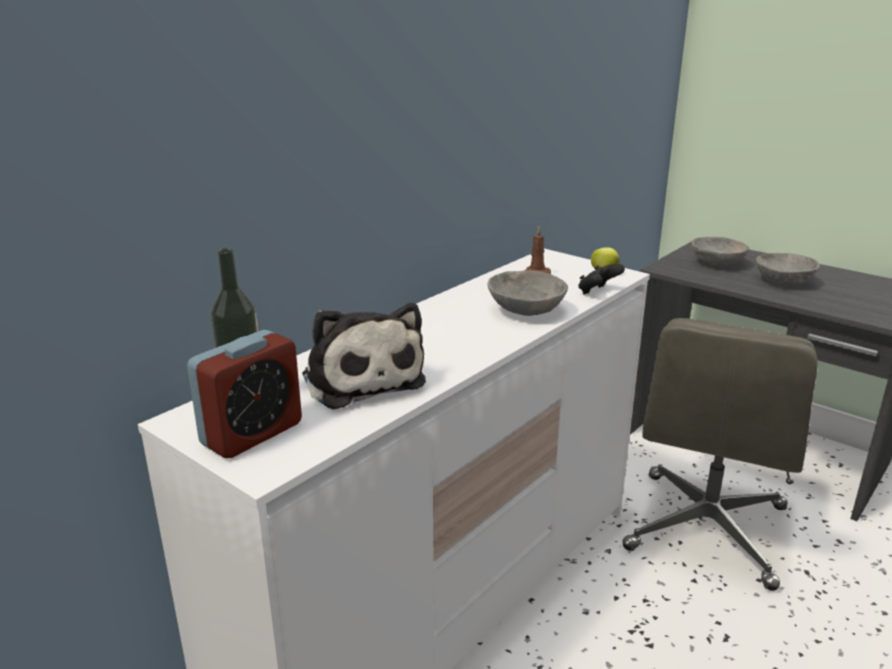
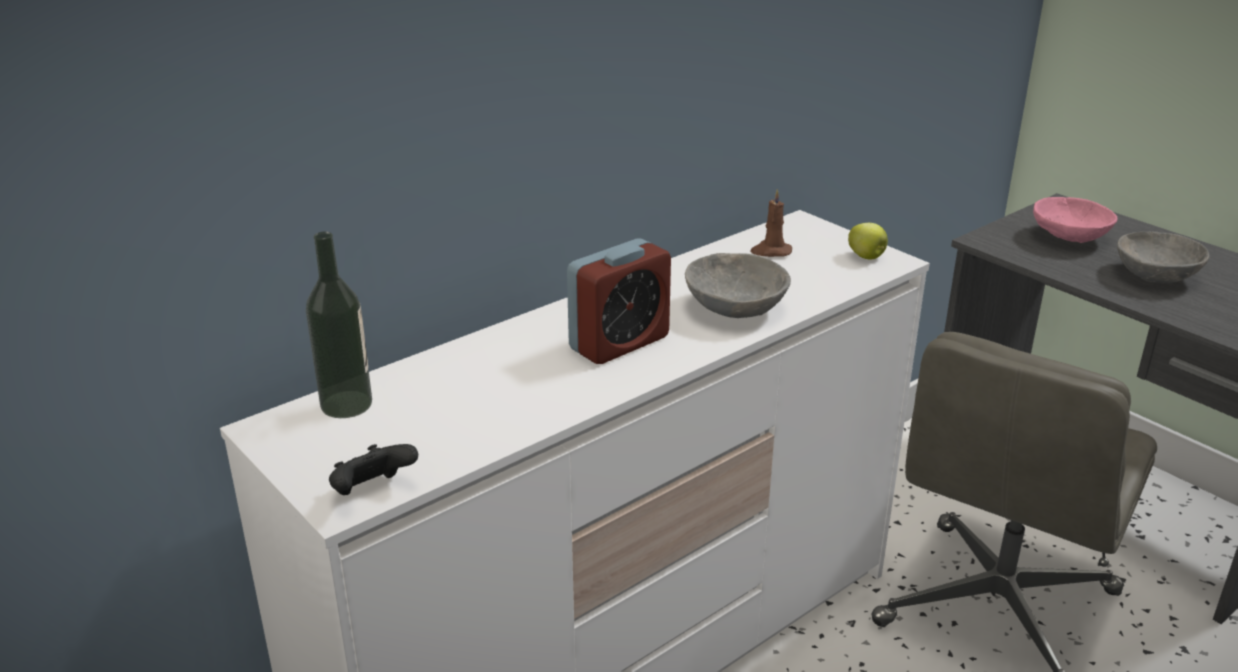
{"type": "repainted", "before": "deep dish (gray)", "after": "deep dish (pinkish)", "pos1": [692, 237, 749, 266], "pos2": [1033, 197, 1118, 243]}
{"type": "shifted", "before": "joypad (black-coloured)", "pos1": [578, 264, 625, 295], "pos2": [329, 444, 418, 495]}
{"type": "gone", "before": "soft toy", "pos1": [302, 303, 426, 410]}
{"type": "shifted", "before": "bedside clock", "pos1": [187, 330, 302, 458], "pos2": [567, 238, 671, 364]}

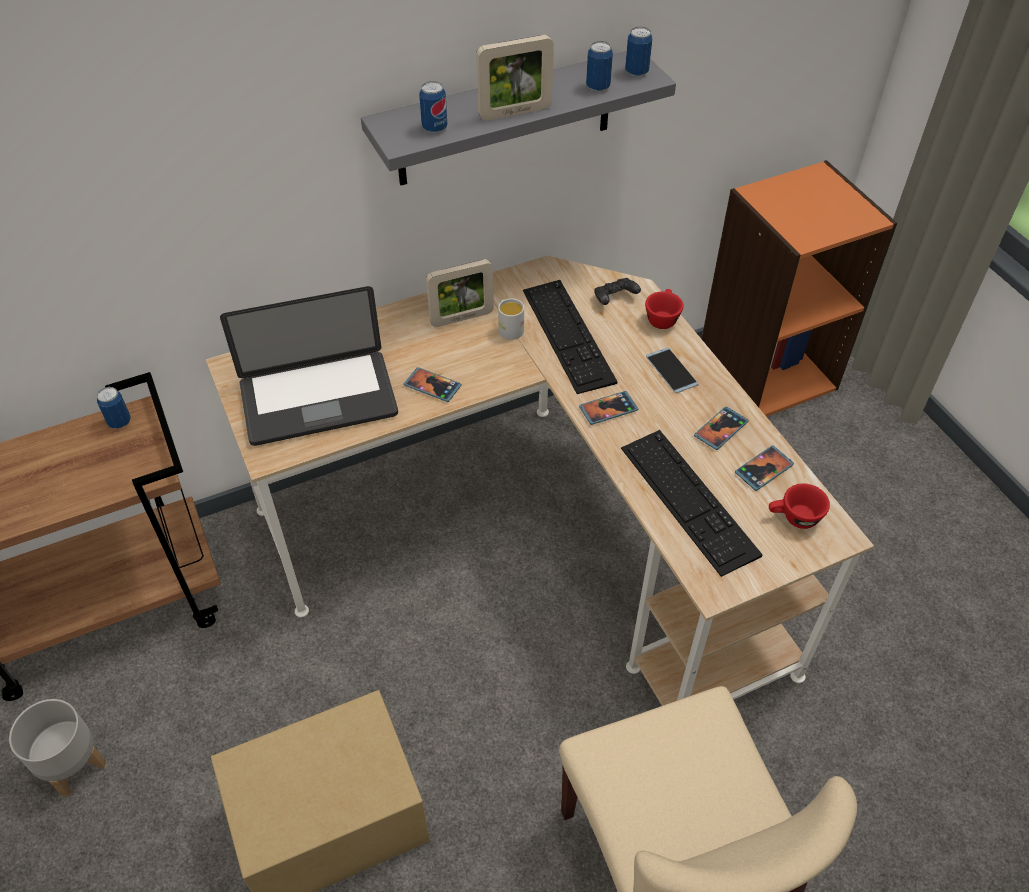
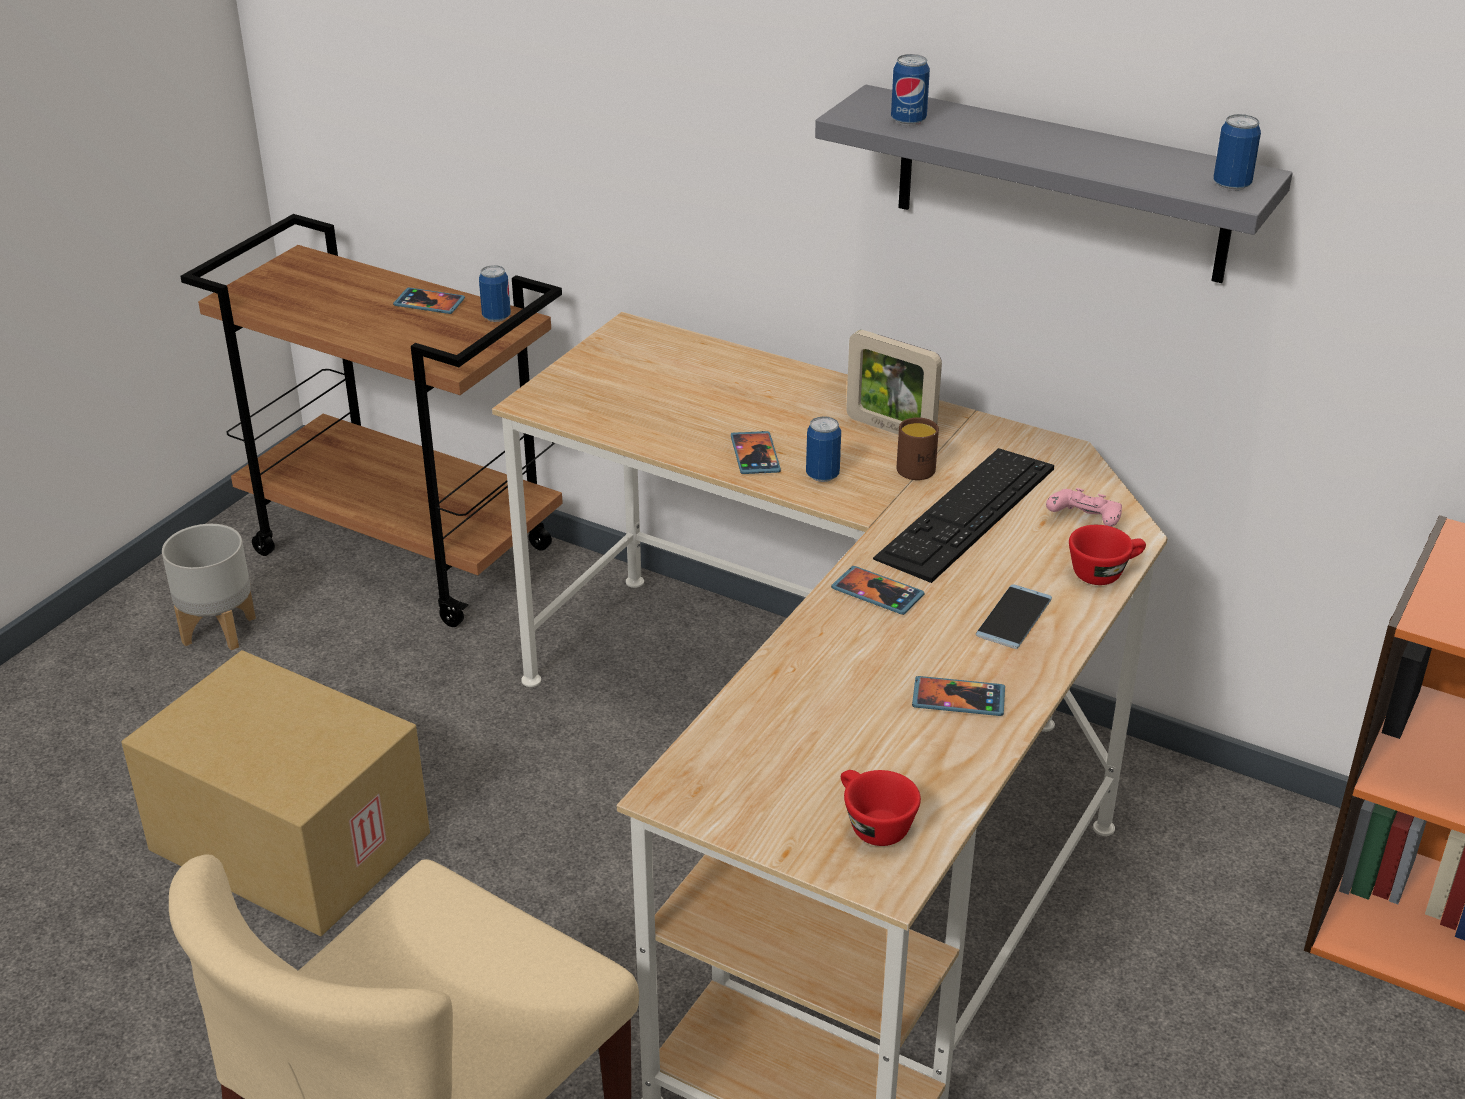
{"type": "gone", "before": "photo frame", "pos1": [476, 35, 554, 121]}
{"type": "shifted", "before": "metal can", "pos1": [586, 41, 613, 92], "pos2": [806, 416, 841, 482]}
{"type": "repainted", "before": "joypad (black-coloured)", "after": "joypad (pinkish)", "pos1": [594, 278, 641, 305], "pos2": [1046, 488, 1122, 527]}
{"type": "gone", "before": "notebook computer", "pos1": [220, 286, 398, 446]}
{"type": "repainted", "before": "coffee mug (whitish)", "after": "coffee mug (brown)", "pos1": [498, 298, 524, 340], "pos2": [897, 417, 939, 480]}
{"type": "gone", "before": "PC keyboard", "pos1": [621, 430, 763, 577]}
{"type": "shifted", "before": "phone", "pos1": [735, 445, 794, 491], "pos2": [393, 288, 465, 314]}

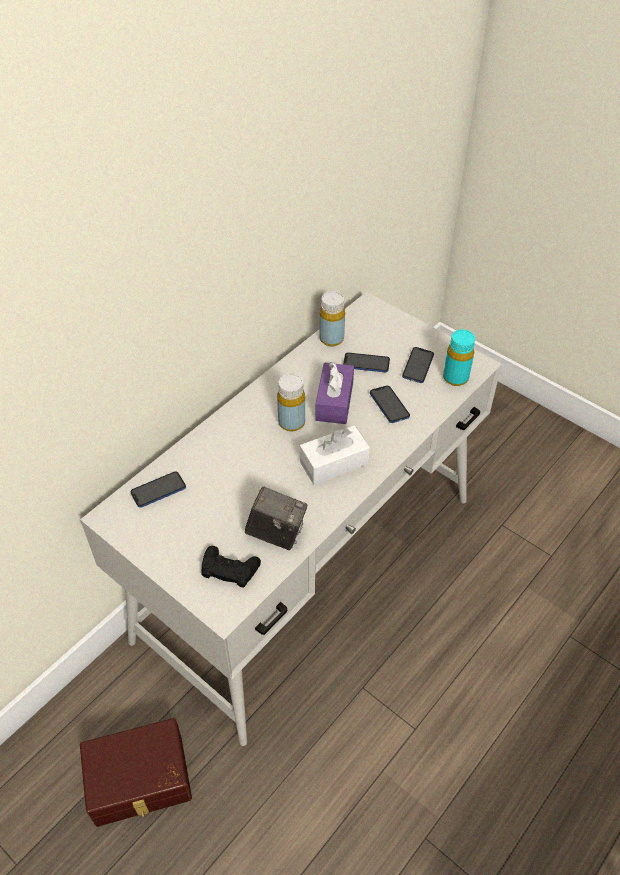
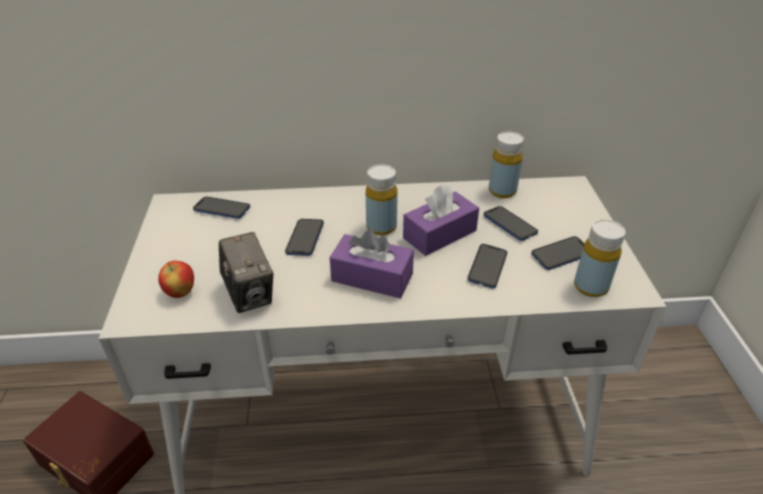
{"type": "repainted", "before": "bottle (turquoise-coloured)", "after": "bottle (yellowish)", "pos1": [443, 329, 475, 386], "pos2": [574, 219, 626, 297]}
{"type": "repainted", "before": "tissue holder (whitish)", "after": "tissue holder (purple-coloured)", "pos1": [300, 425, 370, 485], "pos2": [330, 229, 414, 299]}
{"type": "swapped", "before": "joypad (black-coloured)", "after": "apple", "pos1": [201, 546, 261, 588], "pos2": [158, 261, 194, 298]}
{"type": "new", "after": "phone", "pos2": [285, 219, 324, 256]}

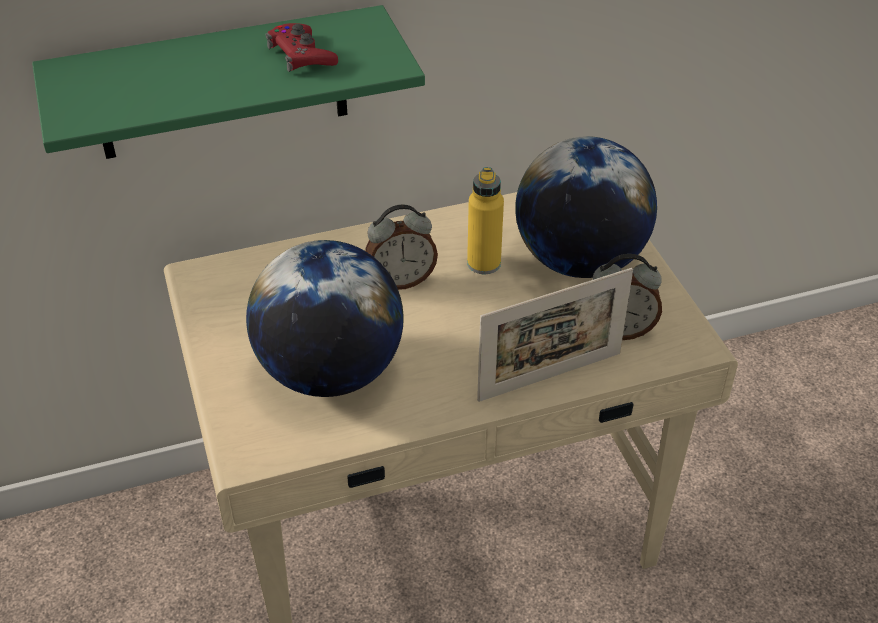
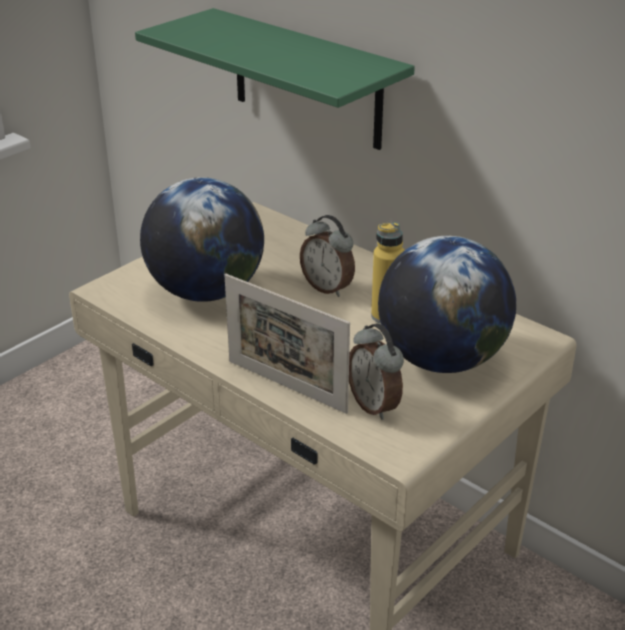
{"type": "gone", "before": "joypad (reddish)", "pos1": [266, 23, 338, 72]}

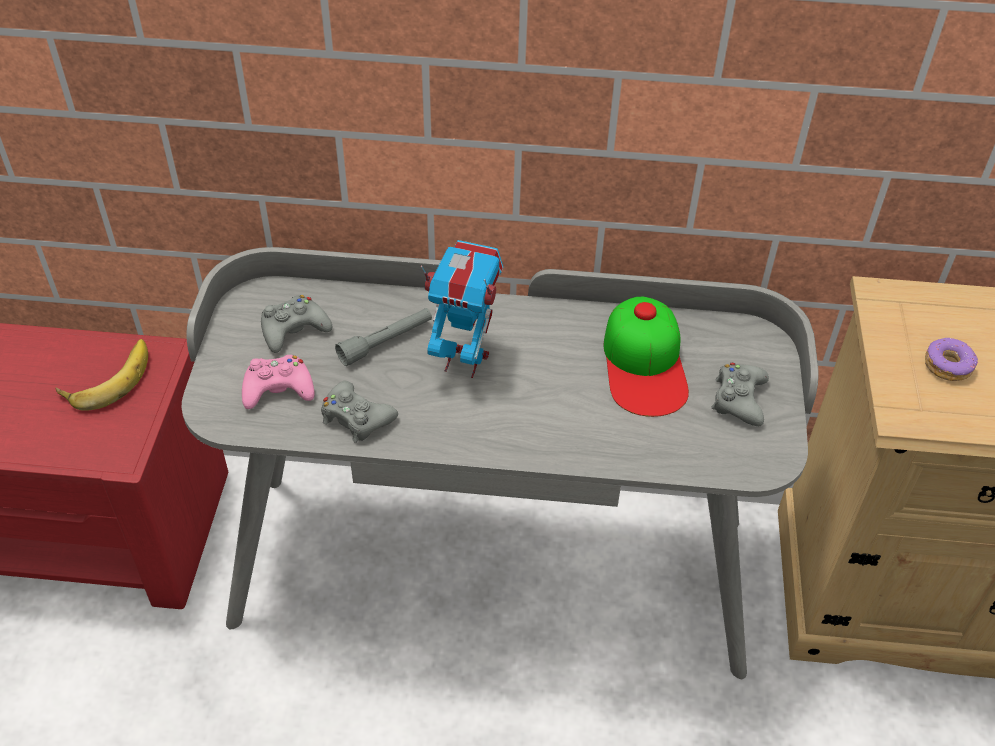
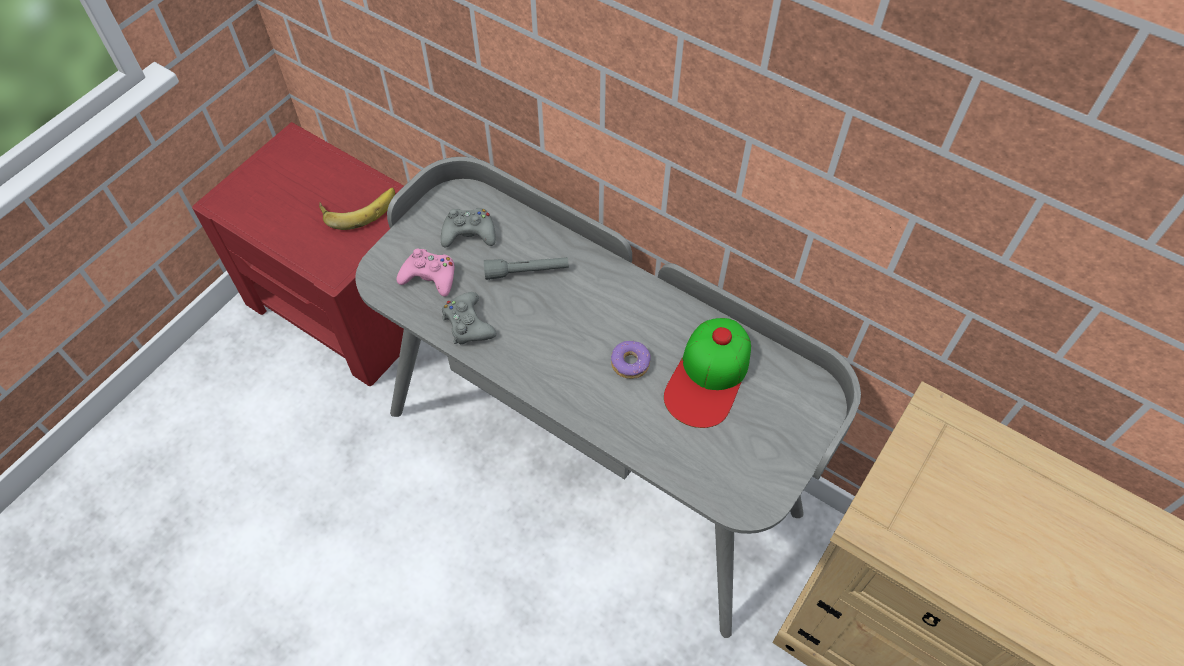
{"type": "gone", "before": "toy robot", "pos1": [421, 240, 503, 378]}
{"type": "shifted", "before": "doughnut", "pos1": [925, 338, 979, 381], "pos2": [611, 341, 651, 379]}
{"type": "gone", "before": "joypad (gray)", "pos1": [712, 363, 769, 426]}

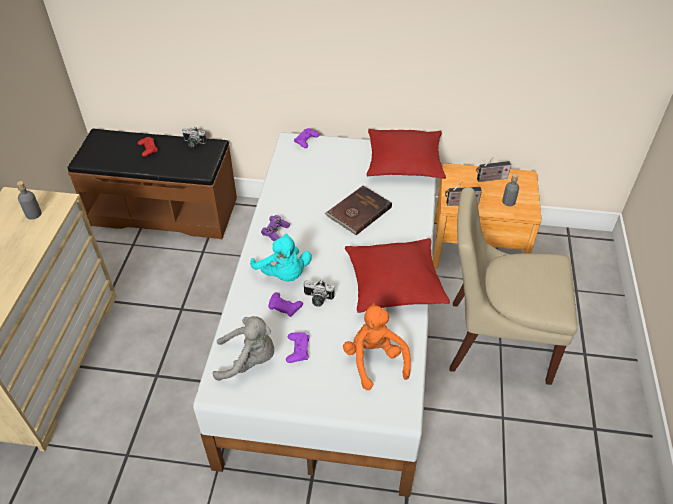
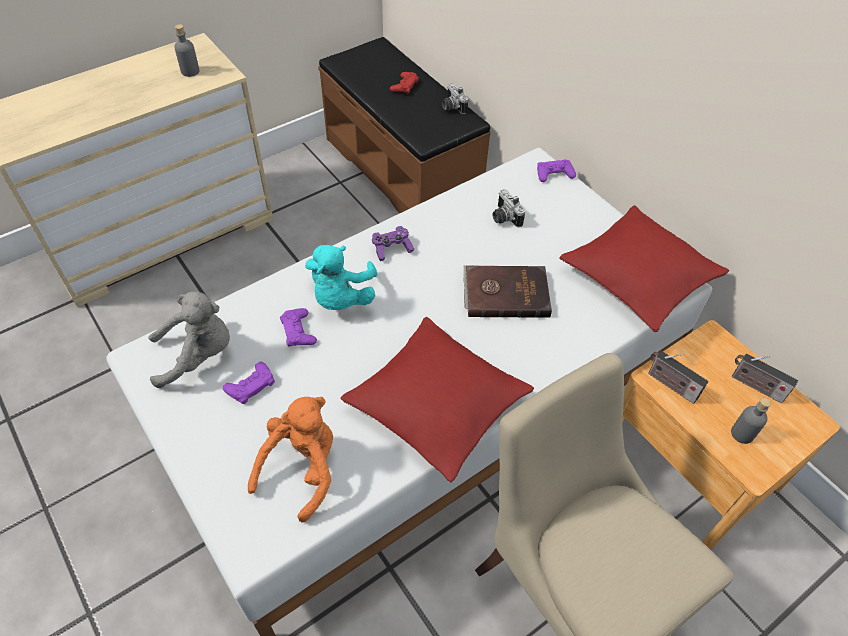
{"type": "shifted", "before": "photo camera", "pos1": [304, 280, 335, 307], "pos2": [492, 189, 526, 227]}
{"type": "rotated", "before": "soft toy (gray)", "pos1": [213, 316, 274, 381], "pos2": [148, 291, 230, 388], "turn": -60}

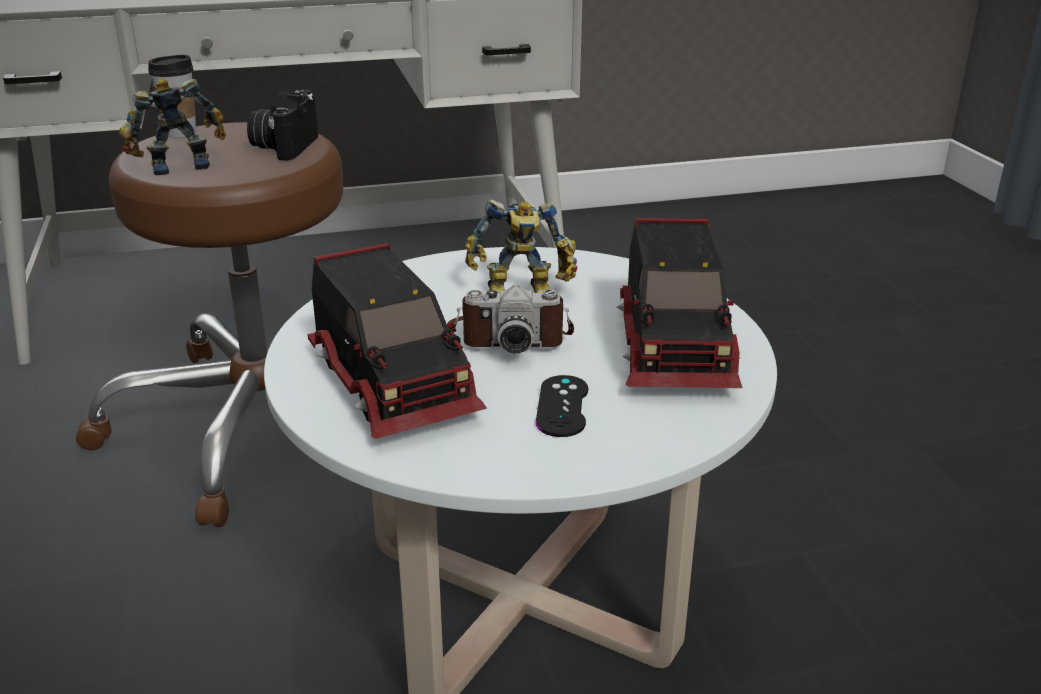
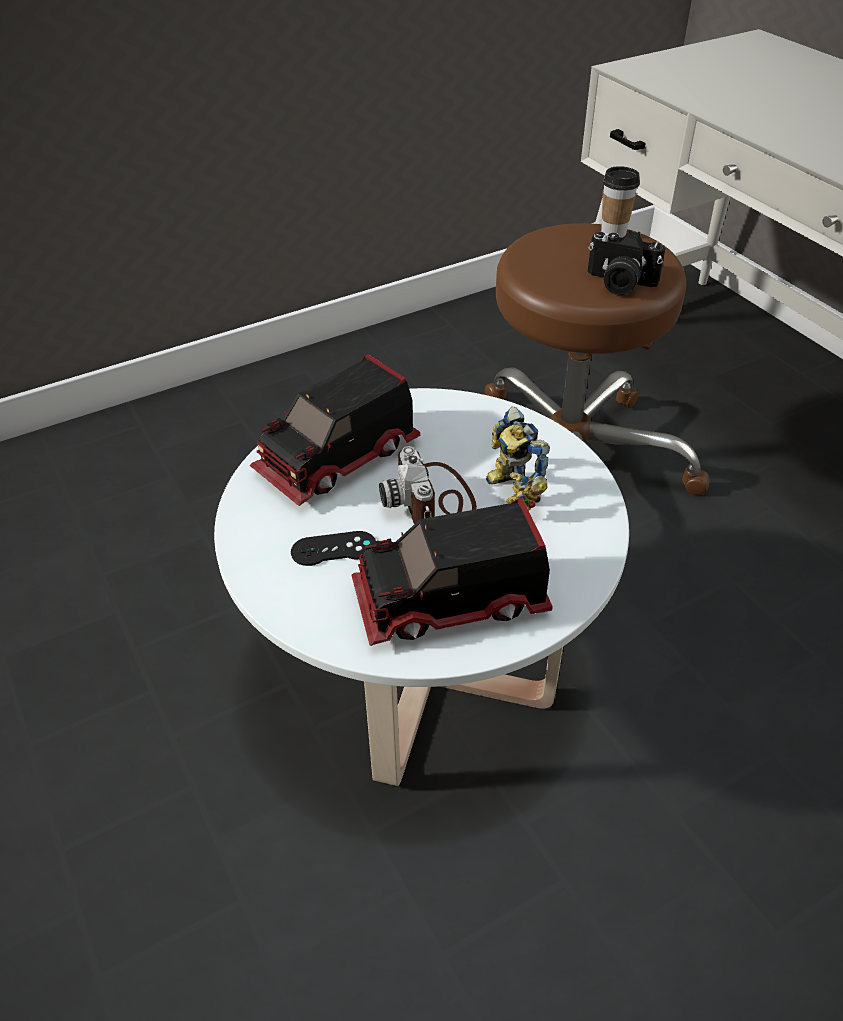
{"type": "gone", "before": "toy robot", "pos1": [119, 79, 226, 175]}
{"type": "rotated", "before": "photo camera", "pos1": [247, 90, 318, 161], "pos2": [587, 230, 666, 295], "turn": -150}

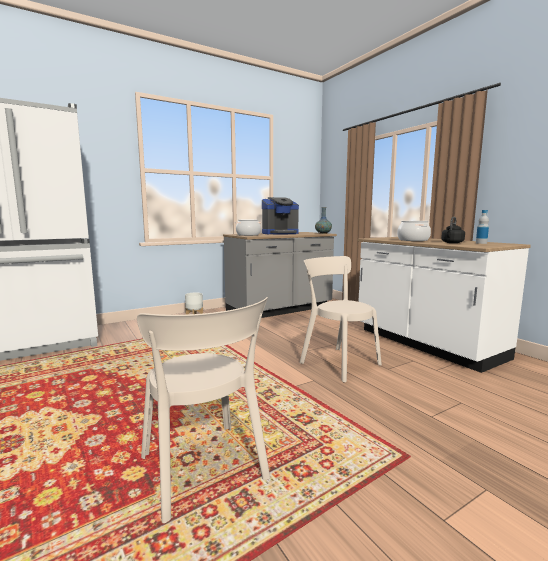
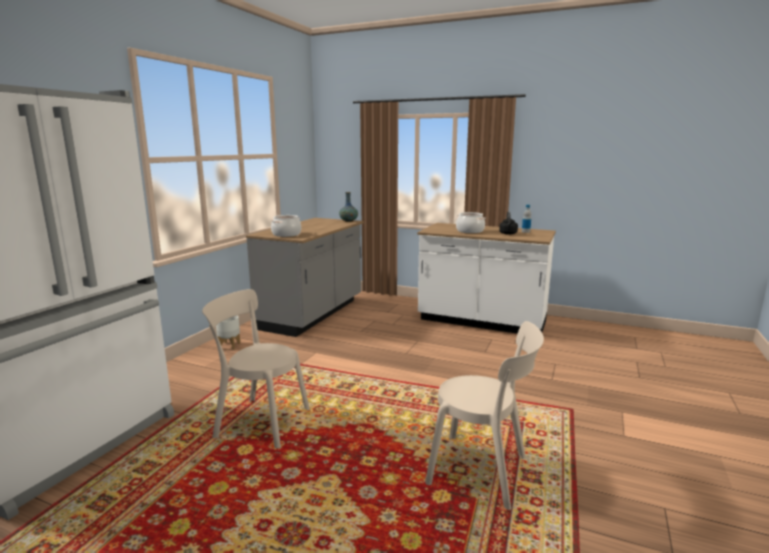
{"type": "gone", "before": "coffee maker", "pos1": [262, 197, 299, 235]}
{"type": "shifted", "before": "upright chair (beige)", "pos1": [300, 256, 382, 383], "pos2": [202, 289, 310, 448]}

